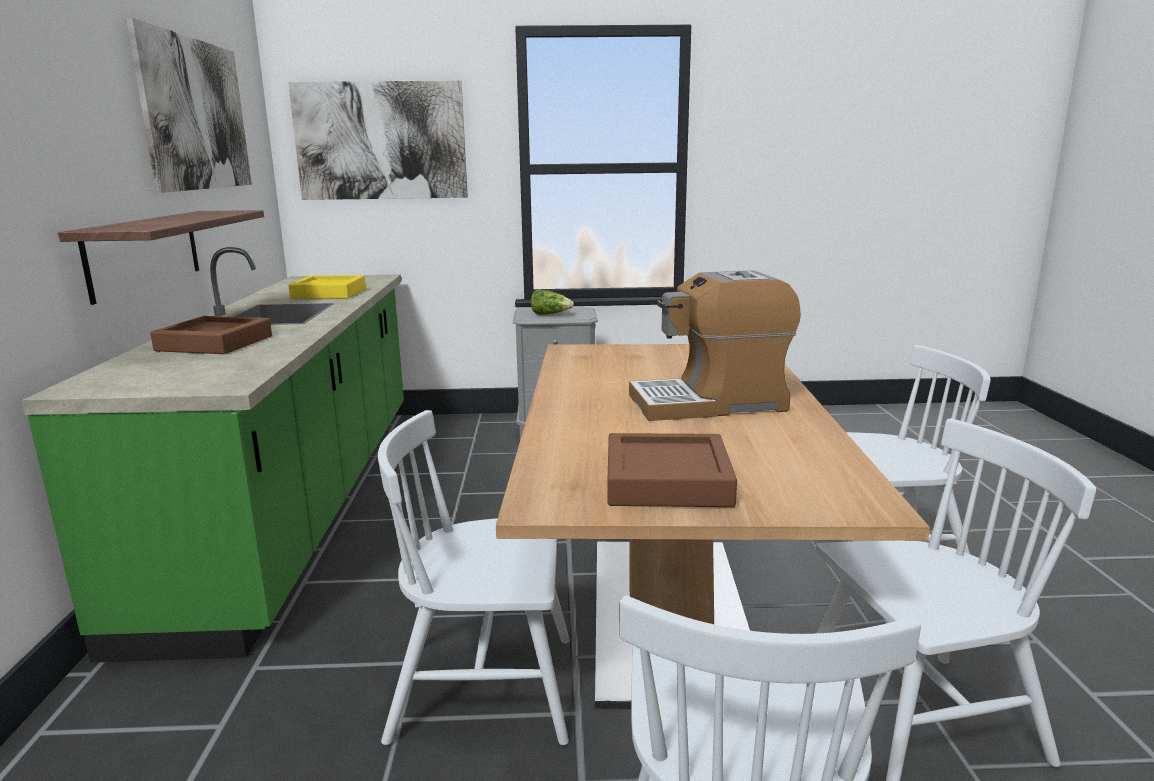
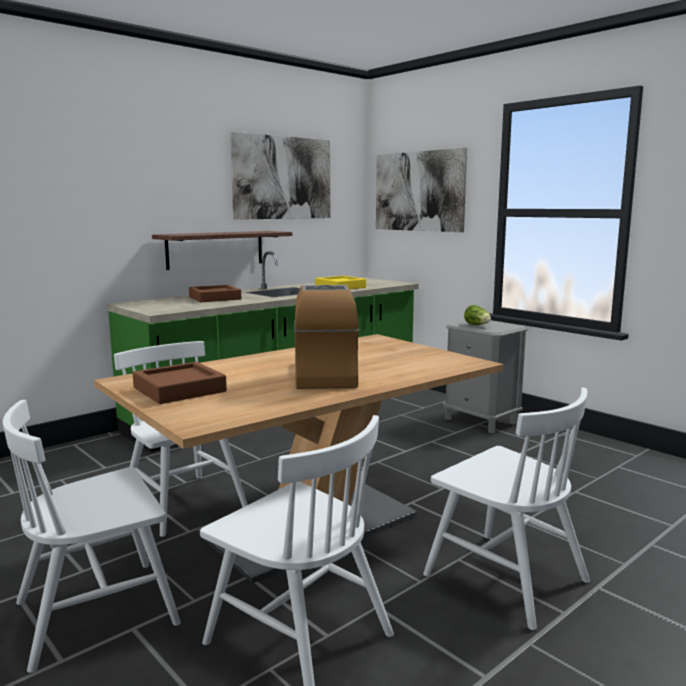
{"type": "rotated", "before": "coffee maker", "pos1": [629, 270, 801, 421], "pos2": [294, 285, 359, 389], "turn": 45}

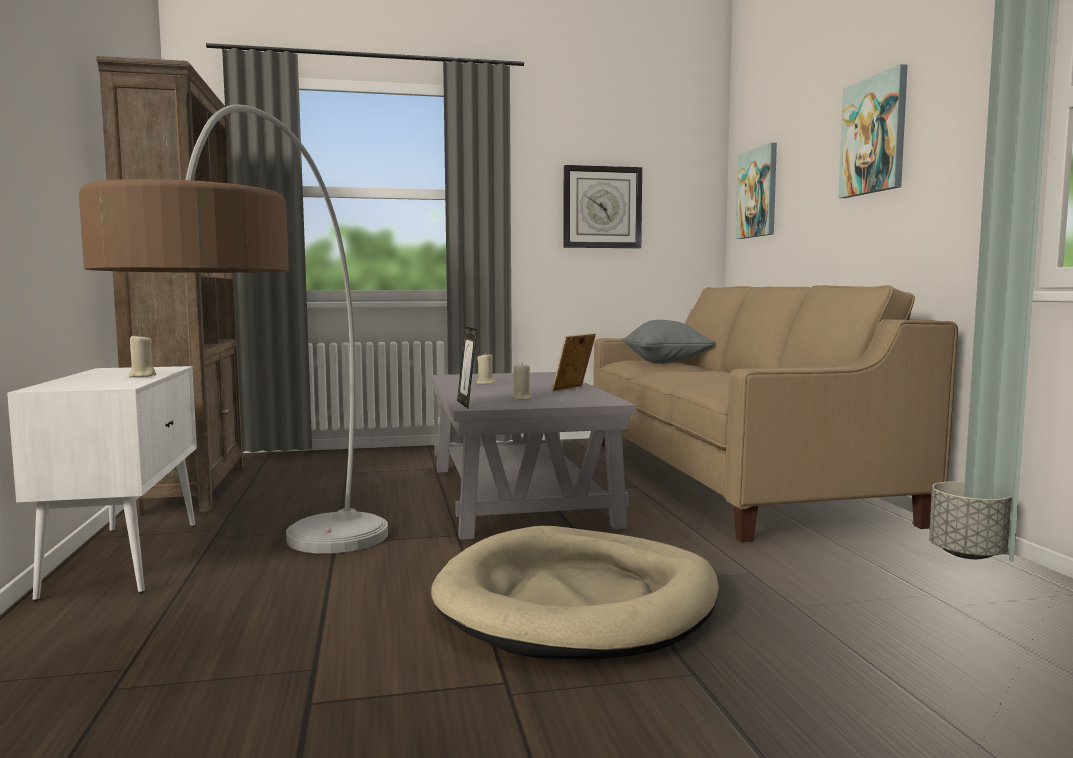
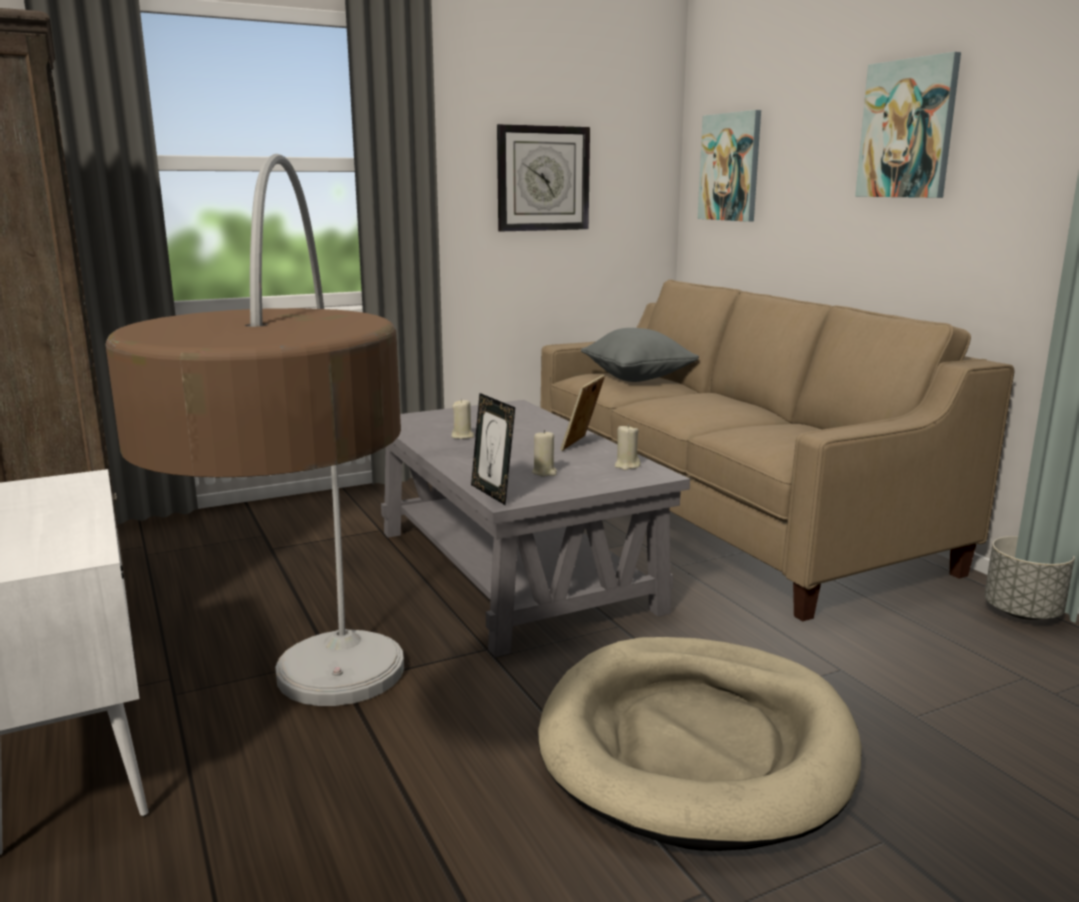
{"type": "shifted", "before": "candle (beige)", "pos1": [128, 334, 156, 377], "pos2": [615, 424, 641, 470]}

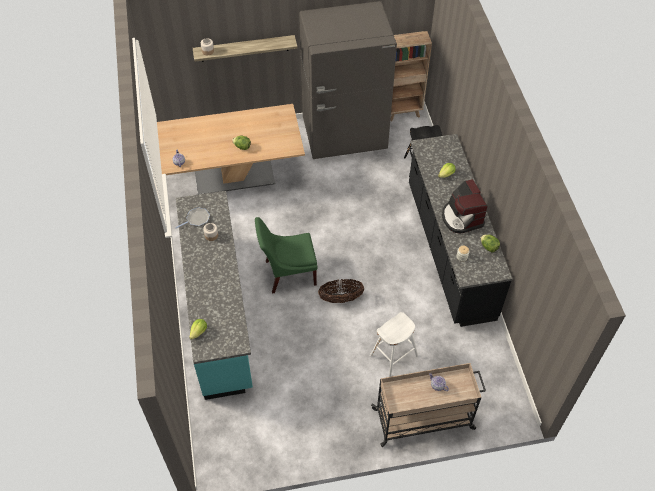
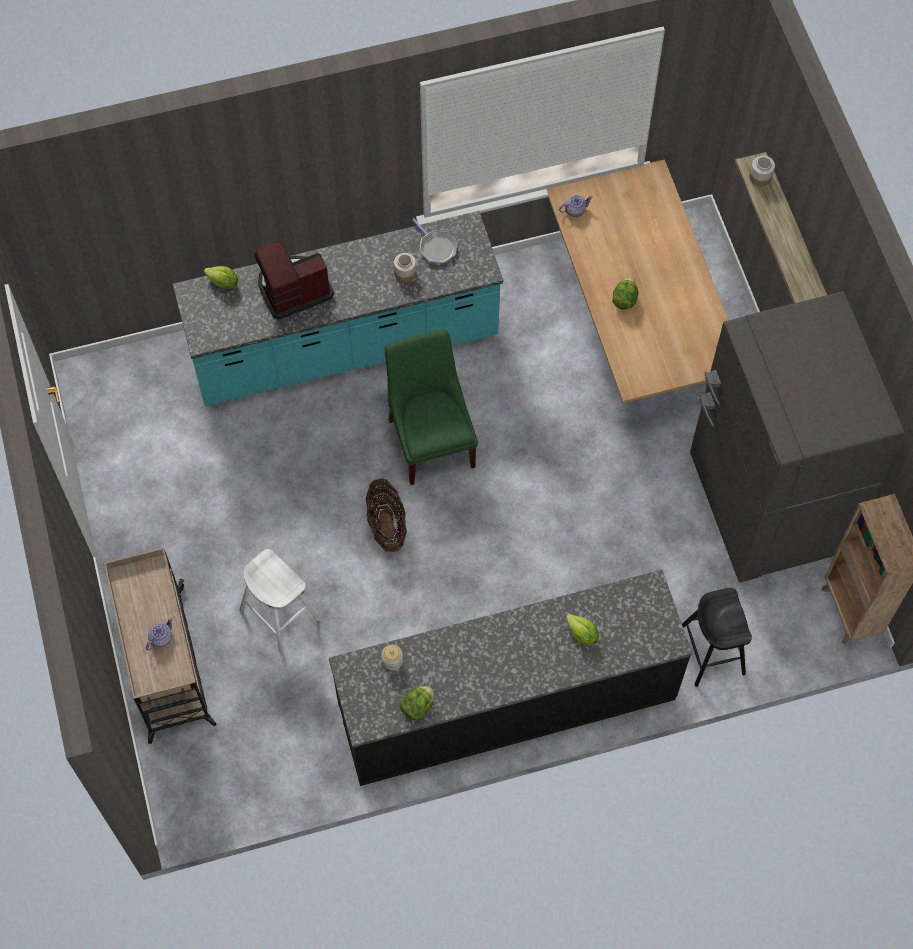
{"type": "shifted", "before": "coffee maker", "pos1": [442, 179, 488, 233], "pos2": [255, 241, 334, 320]}

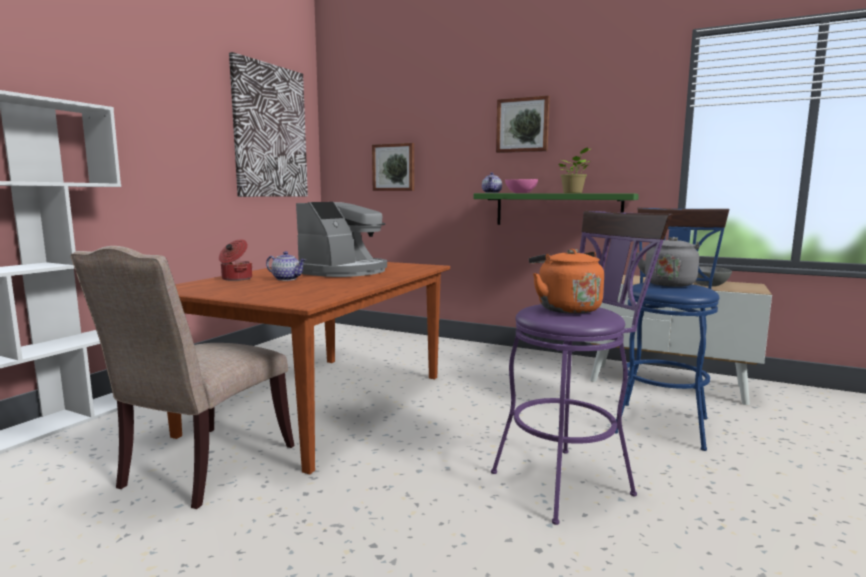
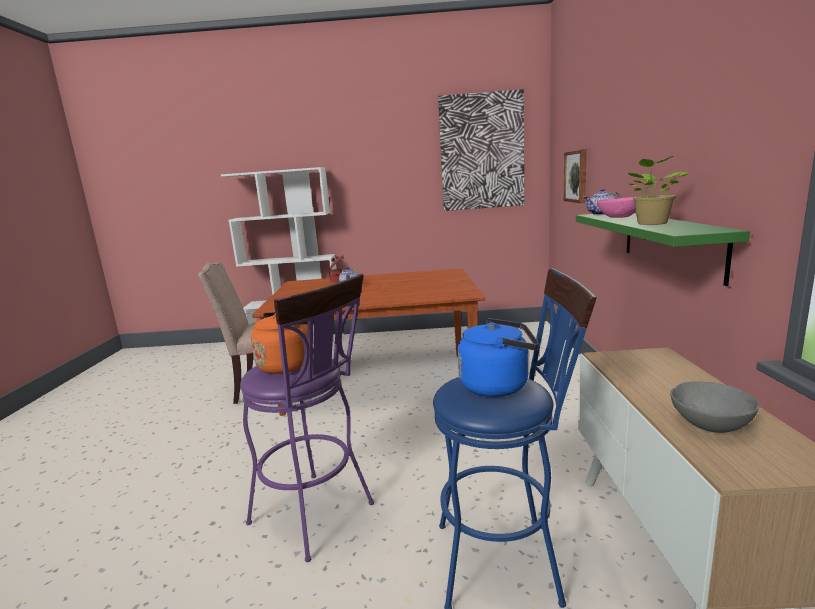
{"type": "gone", "before": "picture", "pos1": [496, 95, 550, 153]}
{"type": "gone", "before": "coffee maker", "pos1": [296, 202, 387, 277]}
{"type": "repainted", "before": "water kettle (gray)", "after": "water kettle (blue-coloured)", "pos1": [636, 237, 699, 287], "pos2": [458, 318, 539, 397]}

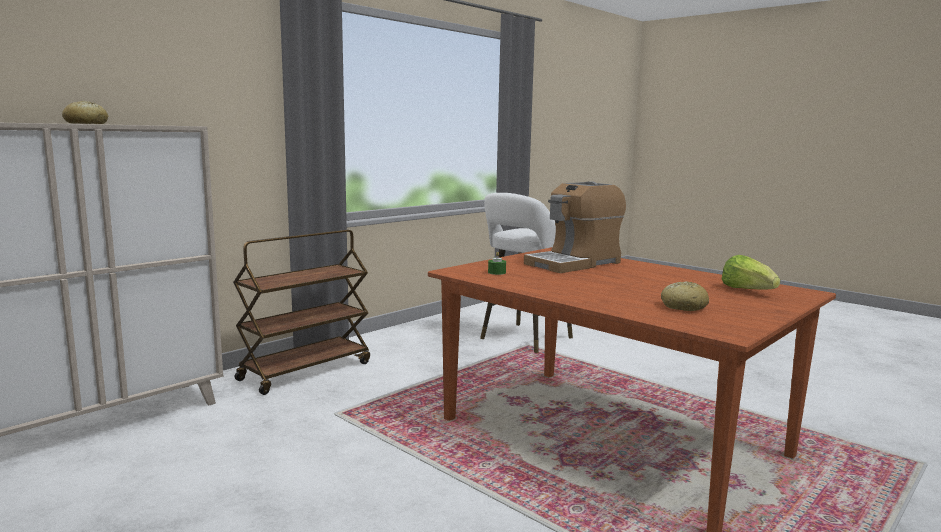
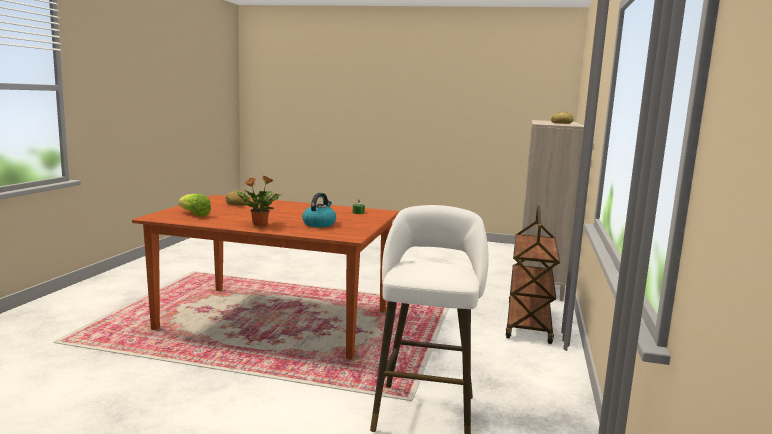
{"type": "swapped", "before": "coffee maker", "after": "water kettle", "pos1": [524, 181, 626, 273], "pos2": [302, 193, 336, 227]}
{"type": "new", "after": "plant in a pot", "pos2": [236, 175, 282, 226]}

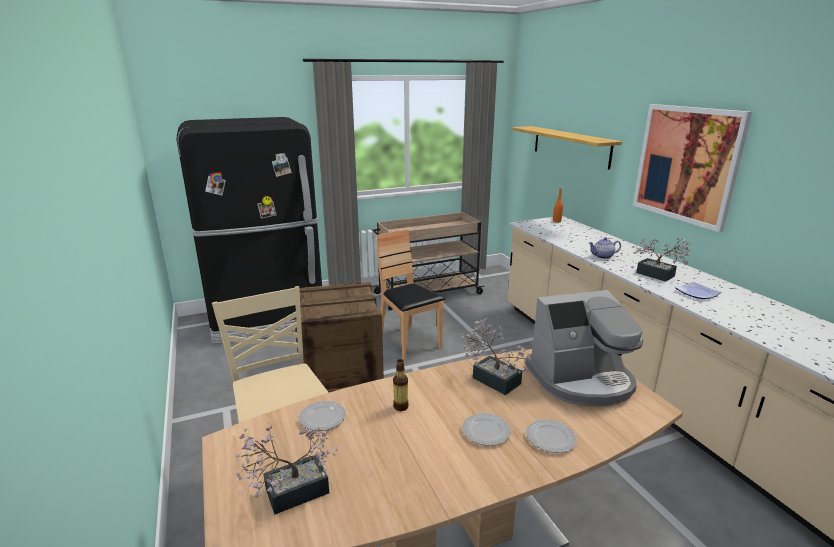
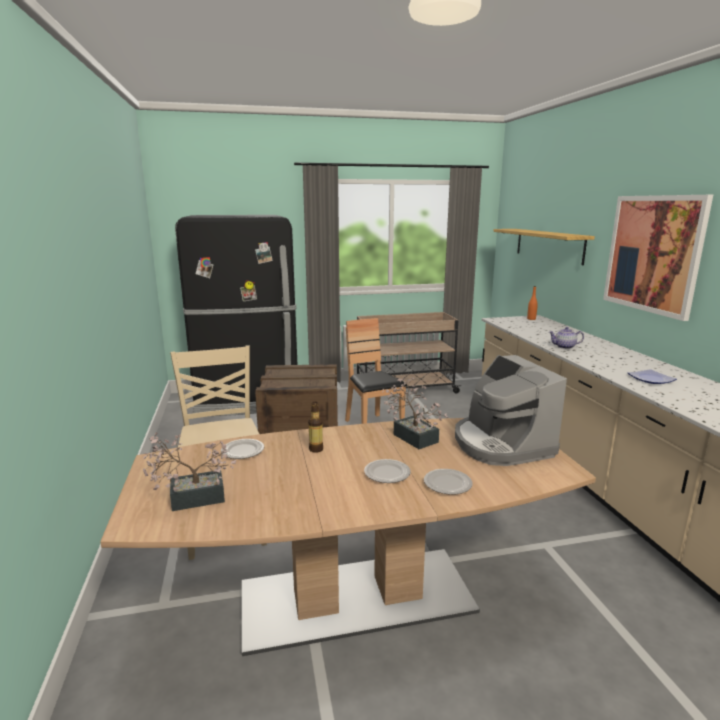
{"type": "gone", "before": "plant in a pot", "pos1": [633, 238, 694, 282]}
{"type": "rotated", "before": "coffee maker", "pos1": [525, 290, 643, 406], "pos2": [455, 355, 567, 466], "turn": 75}

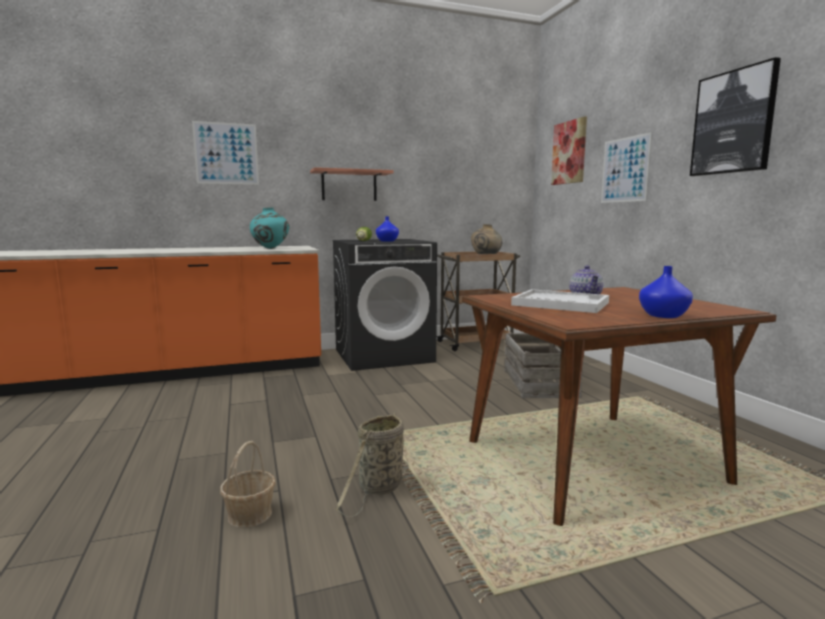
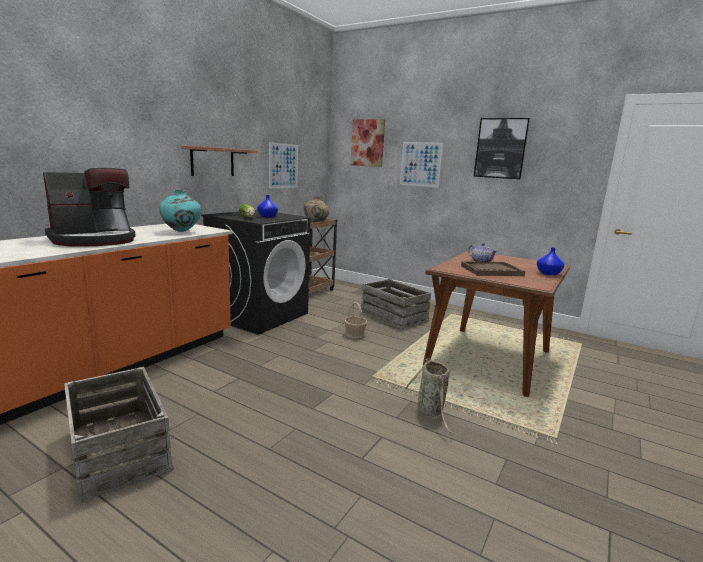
{"type": "shifted", "before": "picture", "pos1": [192, 121, 259, 185], "pos2": [269, 142, 298, 188]}
{"type": "repainted", "before": "carrying tray (whitish)", "after": "carrying tray (brown)", "pos1": [511, 289, 609, 313], "pos2": [461, 261, 525, 276]}
{"type": "shifted", "before": "household basket", "pos1": [220, 441, 276, 528], "pos2": [344, 302, 367, 338]}
{"type": "new", "after": "coffee maker", "pos2": [43, 168, 136, 247]}
{"type": "new", "after": "crate", "pos2": [64, 367, 173, 502]}

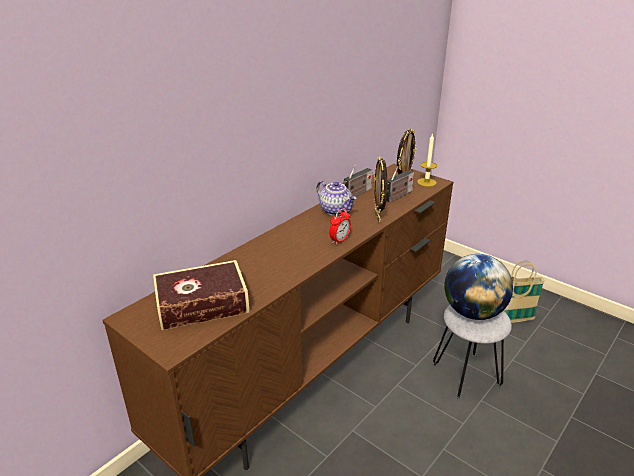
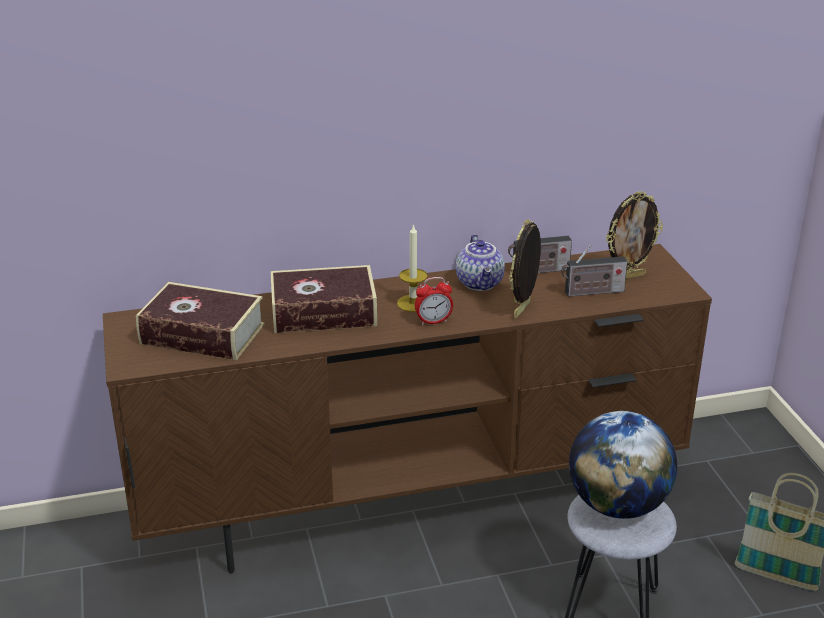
{"type": "shifted", "before": "candle", "pos1": [417, 133, 437, 187], "pos2": [397, 224, 428, 312]}
{"type": "new", "after": "book", "pos2": [271, 265, 377, 333]}

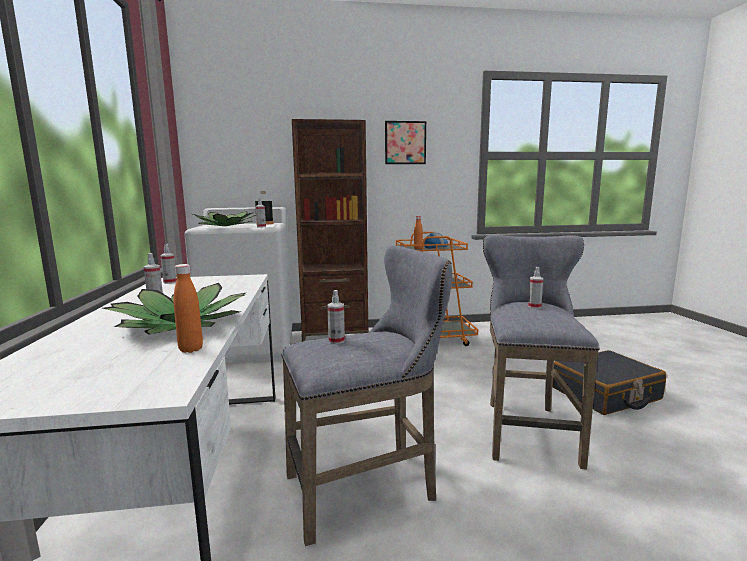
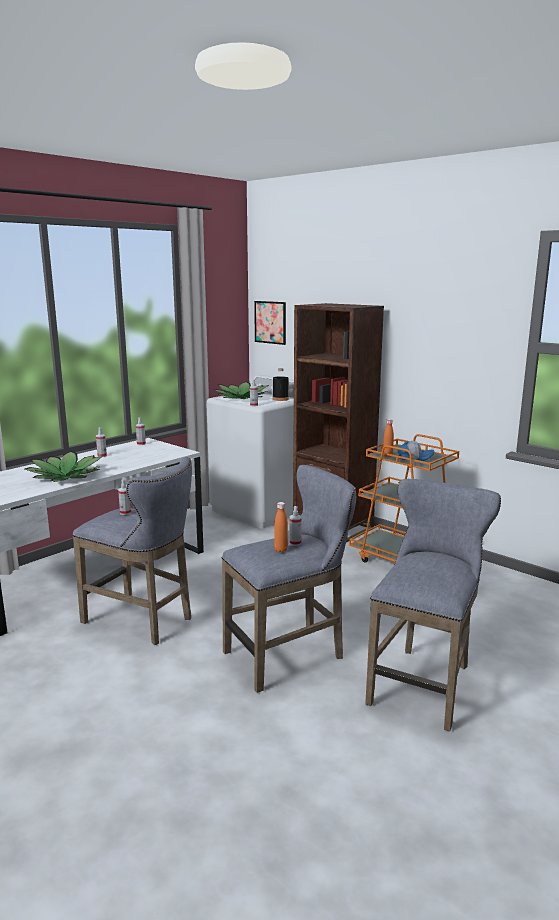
{"type": "shifted", "before": "picture", "pos1": [385, 121, 426, 164], "pos2": [254, 301, 286, 345]}
{"type": "shifted", "before": "bottle (orange-coloured)", "pos1": [174, 264, 203, 353], "pos2": [274, 502, 288, 552]}
{"type": "swapped", "before": "suitcase (black-coloured)", "after": "sitting stool (gray)", "pos1": [552, 350, 666, 415], "pos2": [365, 479, 501, 732]}

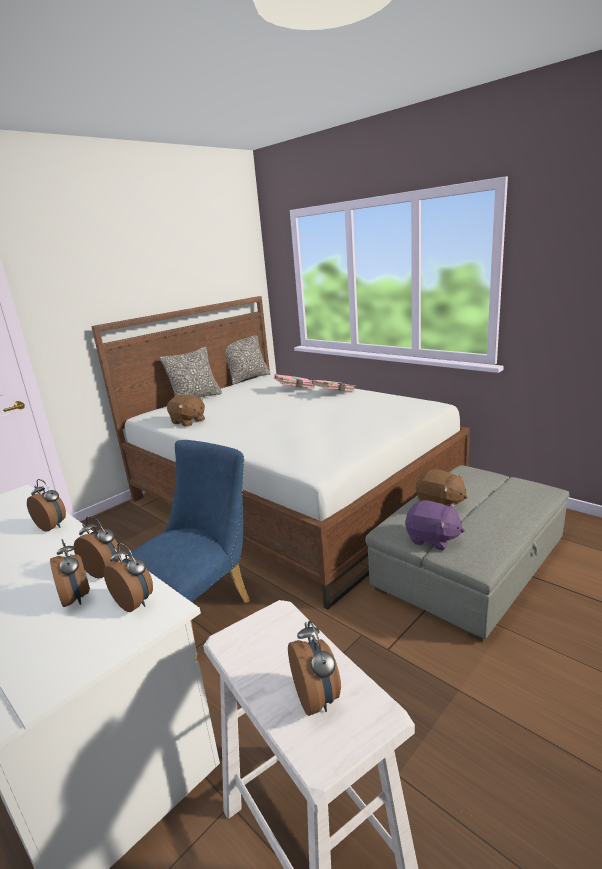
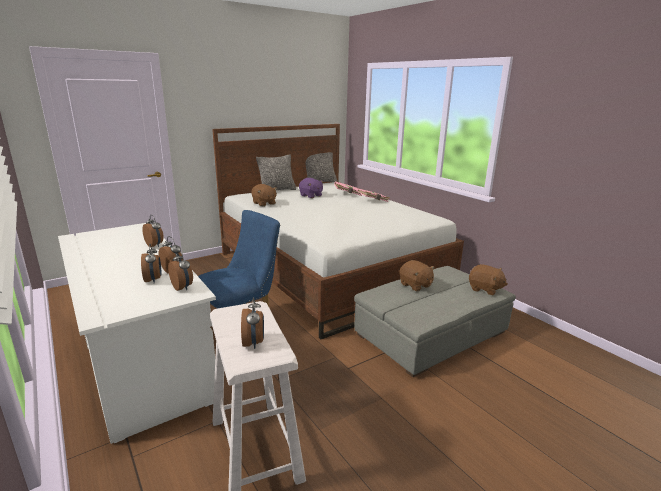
{"type": "shifted", "before": "soft toy (purple-coloured)", "pos1": [405, 500, 465, 550], "pos2": [299, 178, 324, 198]}
{"type": "new", "after": "soft toy (brown)", "pos2": [469, 264, 508, 295]}

